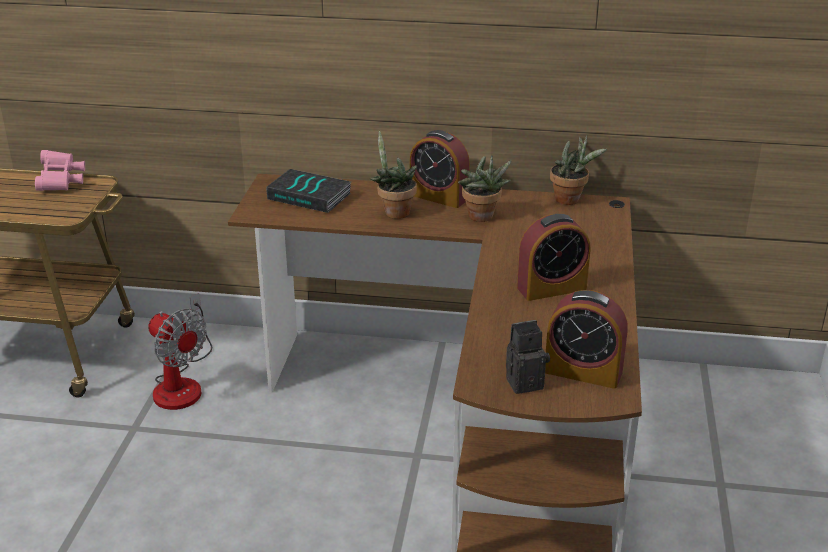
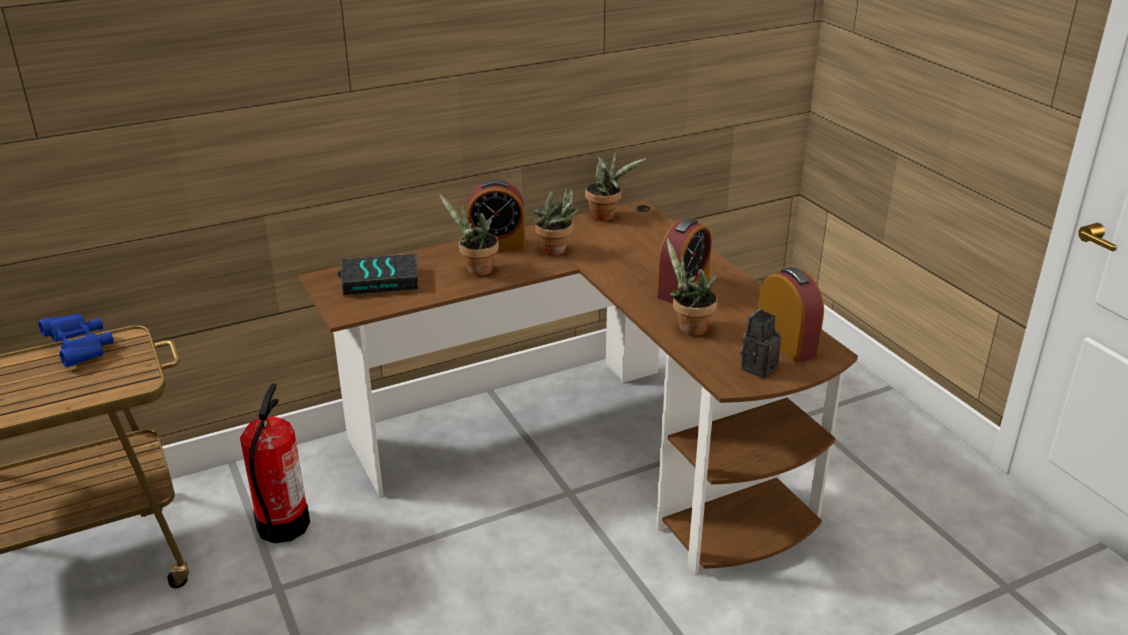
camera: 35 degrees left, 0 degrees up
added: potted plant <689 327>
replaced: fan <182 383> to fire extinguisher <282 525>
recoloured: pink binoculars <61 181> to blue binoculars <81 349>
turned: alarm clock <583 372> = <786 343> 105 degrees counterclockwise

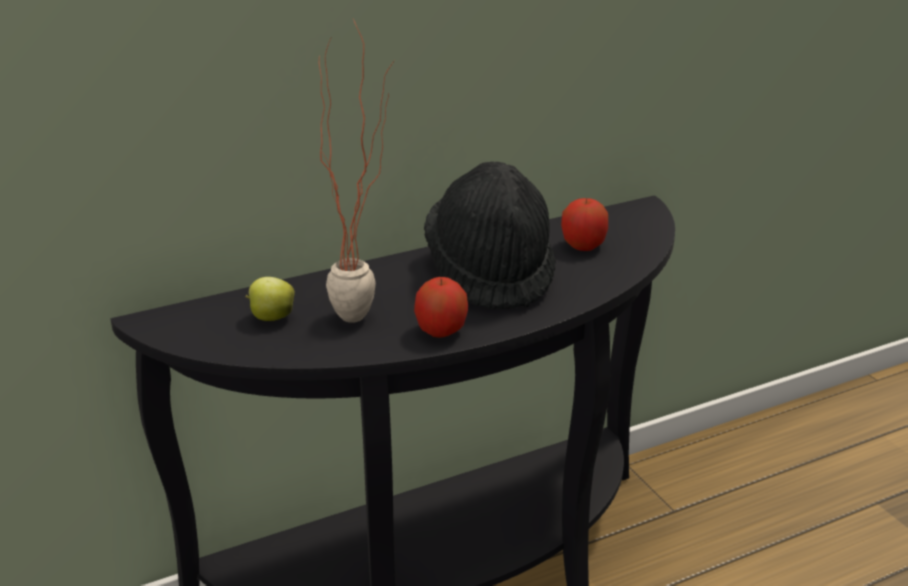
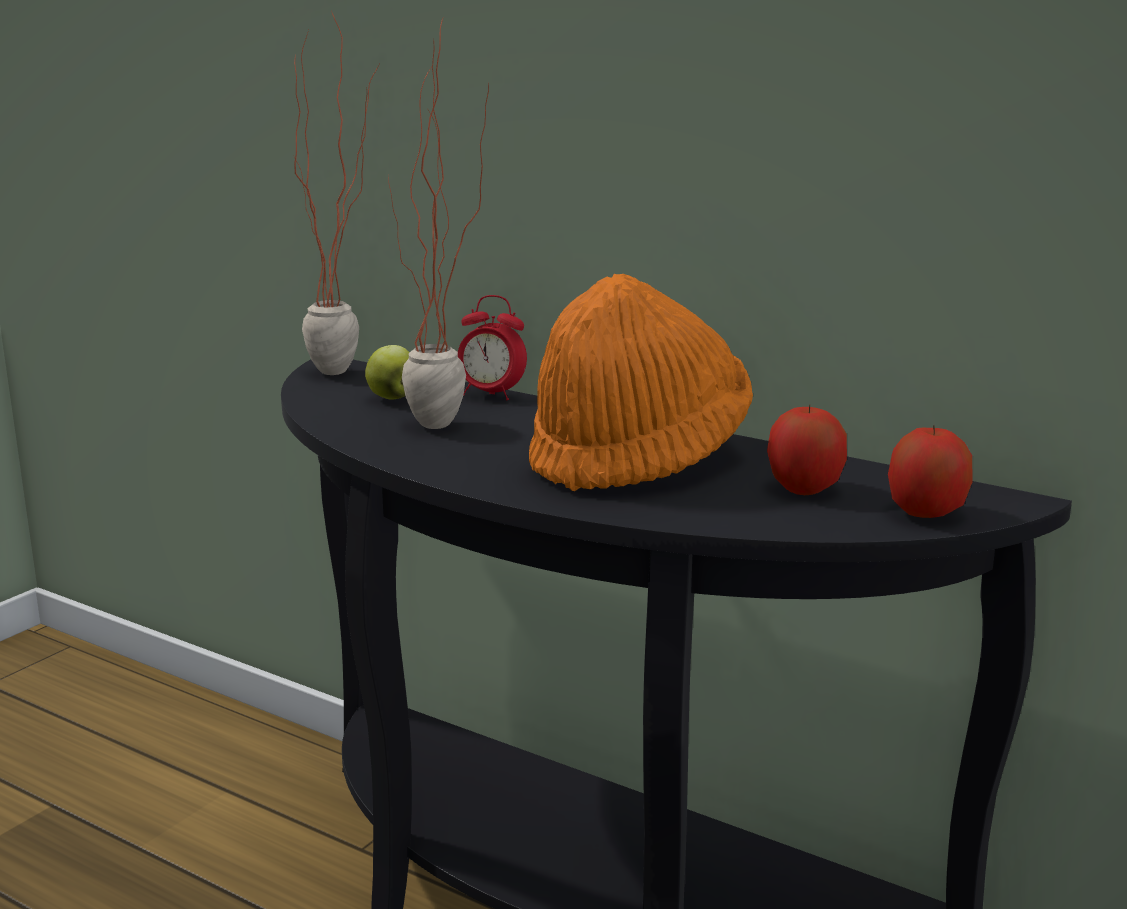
camera: 60 degrees right, 10 degrees down
added: potted plant <351 372>; alarm clock <491 395>
moved: apple <441 331> to <925 512>
recoloured: black hat <490 273> to orange hat <638 458>

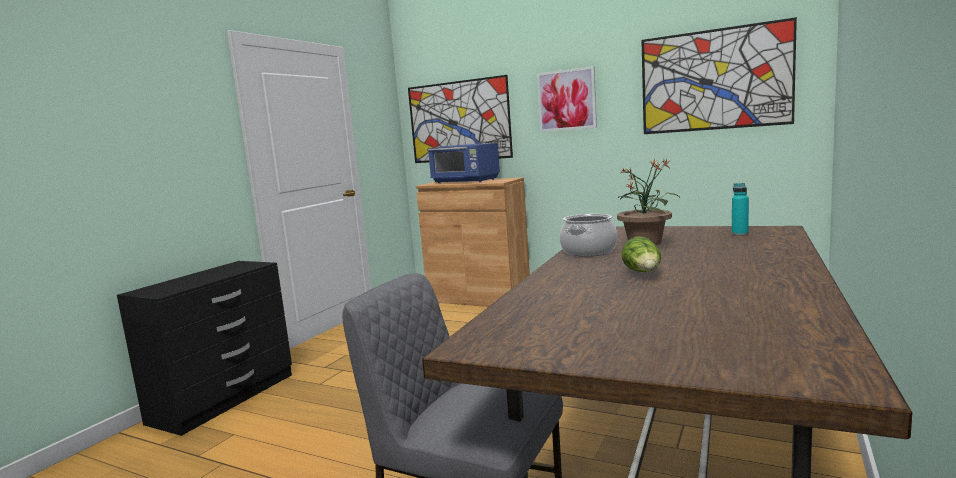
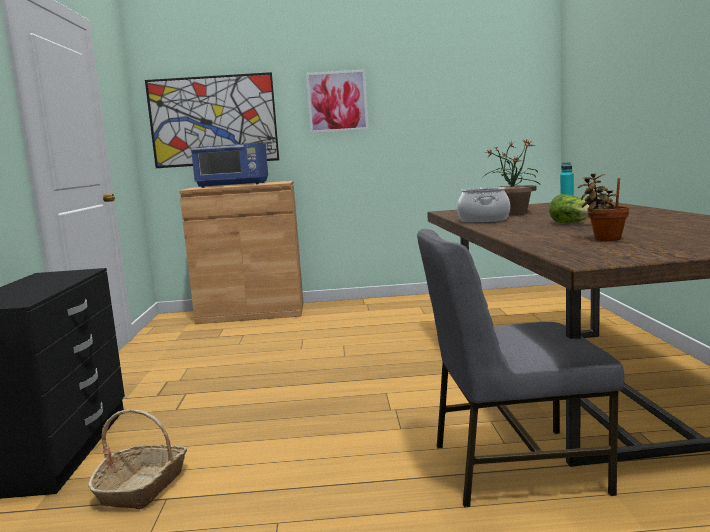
camera: 30 degrees left, 0 degrees up
removed: picture <714 80>
added: potted plant <604 239>; basket <143 486>

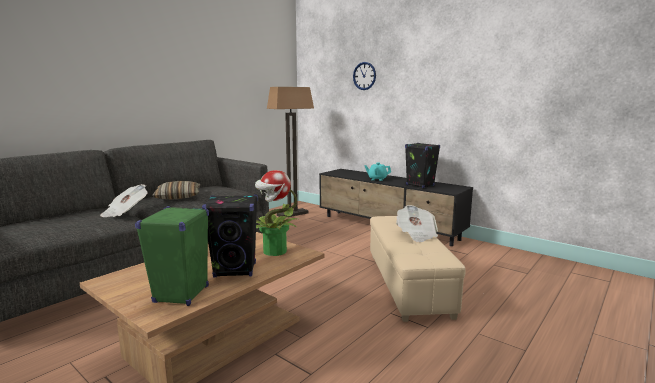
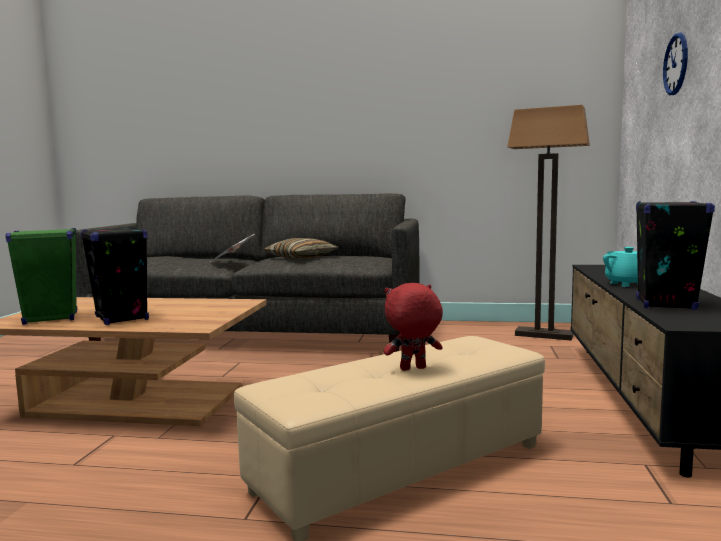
camera: 60 degrees right, 5 degrees down
removed: potted plant <274 251>
replaced: newspaper <416 234> to red plush toy <413 369>

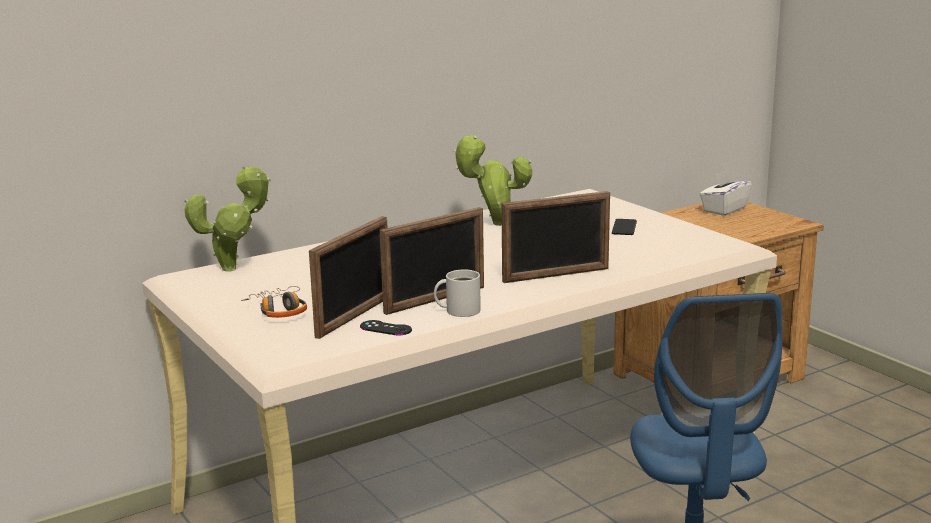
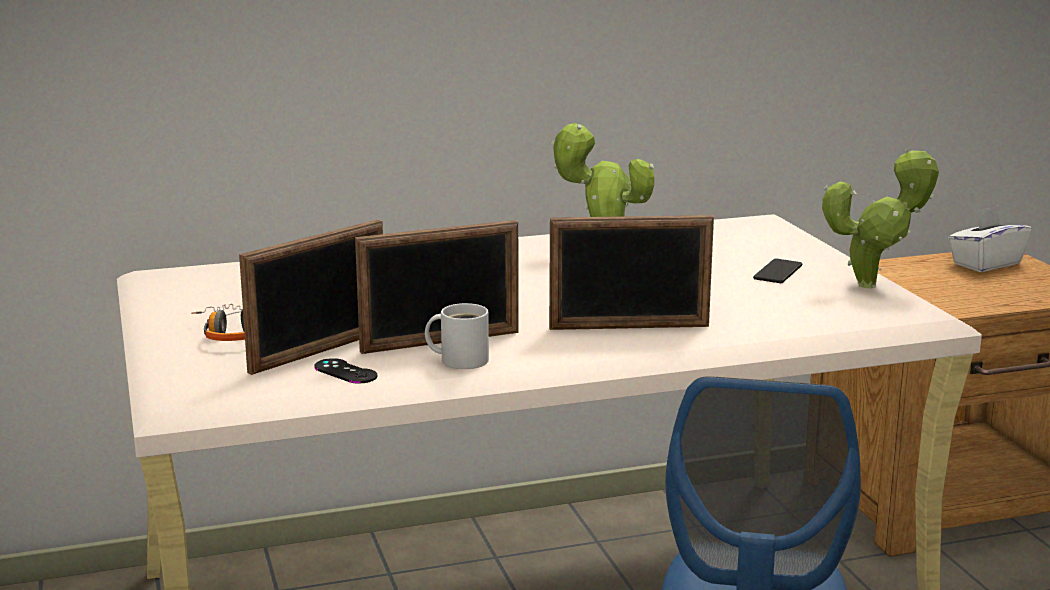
camera: 15 degrees right, 0 degrees up
moved: potted plant <234 268> to <873 284>

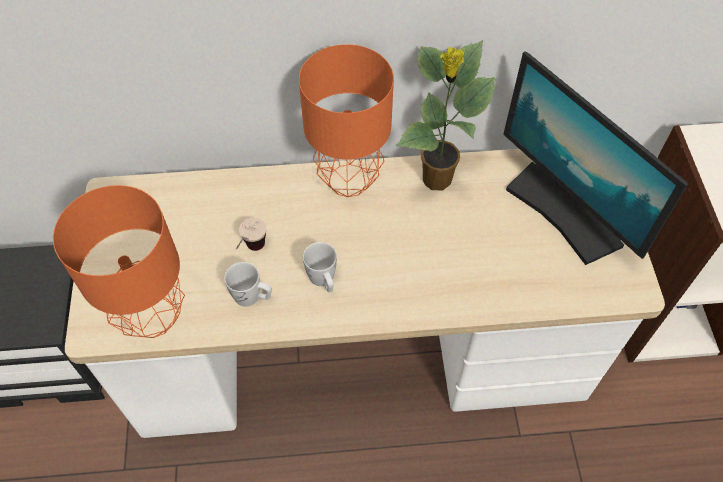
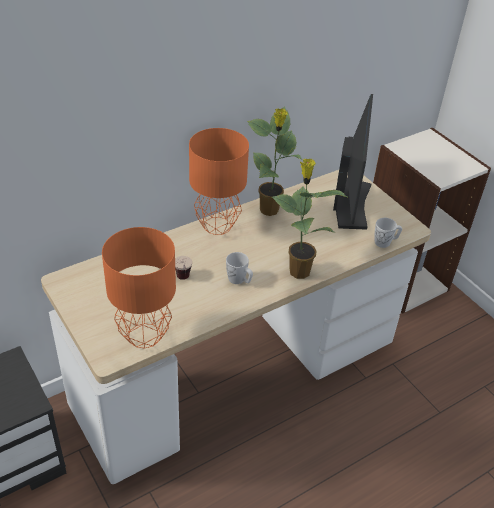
camera: 30 degrees left, 15 degrees down
added: potted plant <298 270>
moved: white mug <252 297> to <385 242>
turned: monitor <565 212> = <351 204> 105 degrees counterclockwise

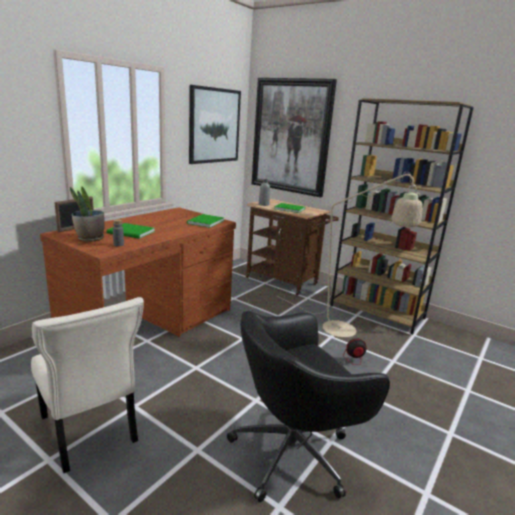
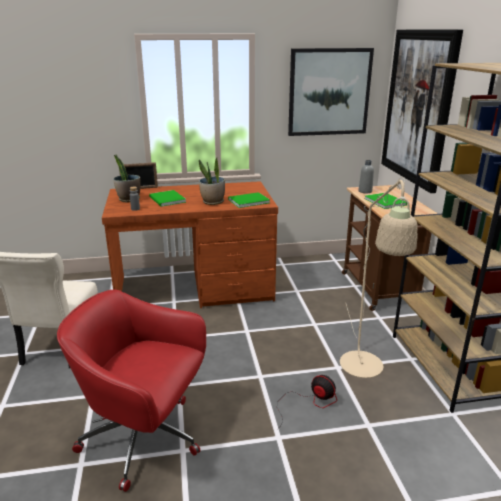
camera: 45 degrees right, 5 degrees up
added: potted plant <213 202>
recoloured: black office chair <294 452> to red office chair <145 438>

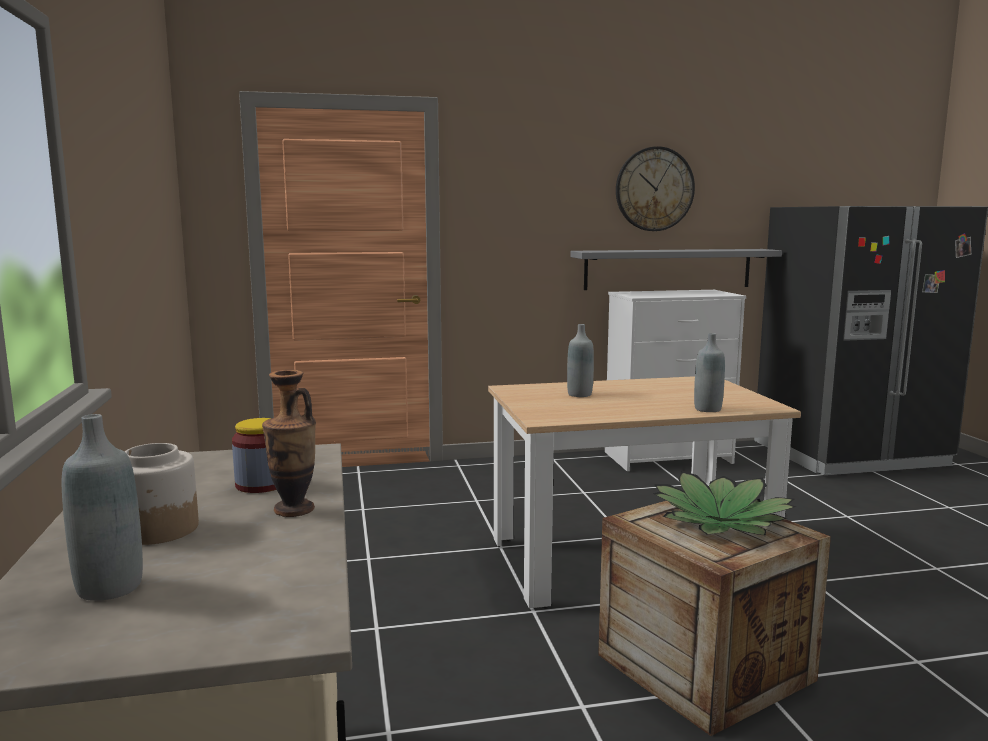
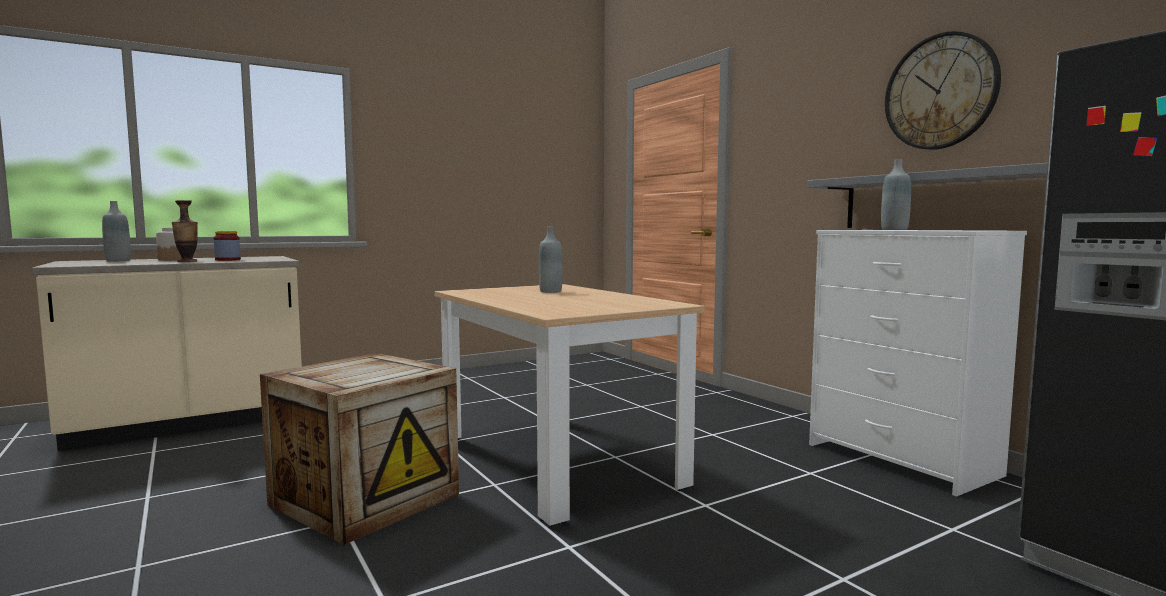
camera: 70 degrees right, 5 degrees down
removed: potted plant <721 521>
moved: grey bottle <707 409> to <894 229>

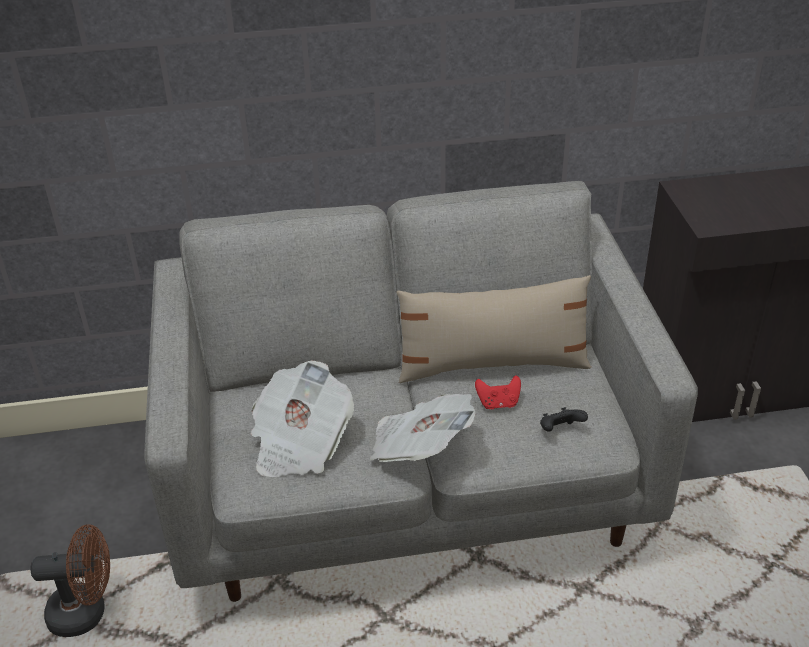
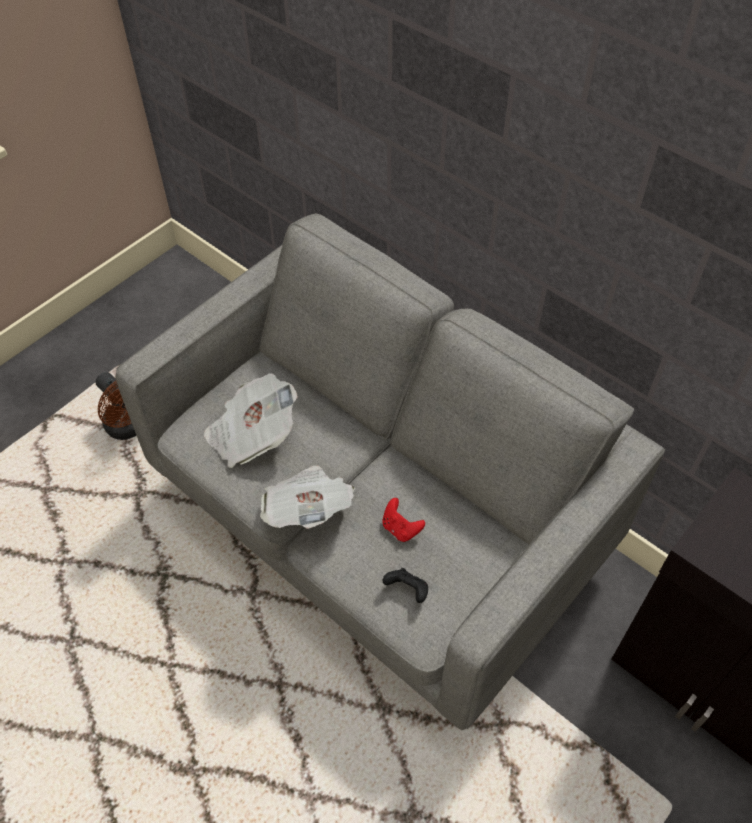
camera: 50 degrees right, 15 degrees up
removed: beige pillow <492 364>

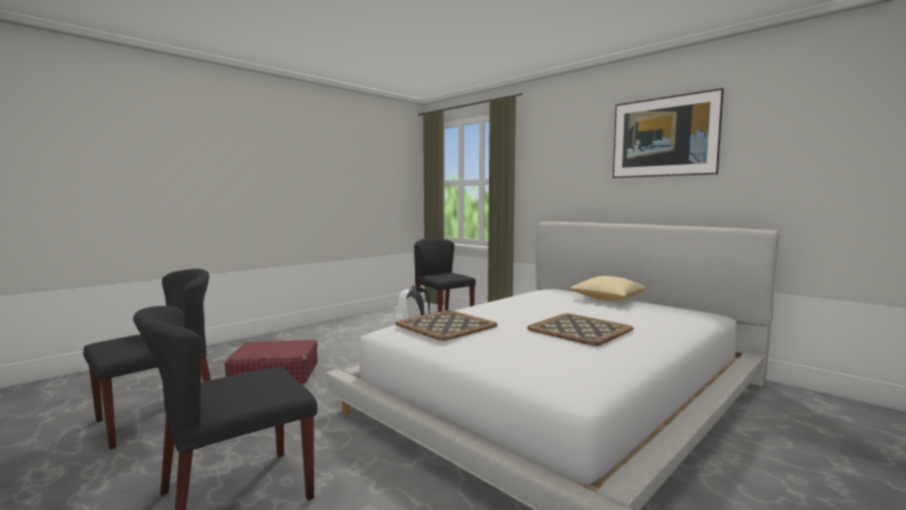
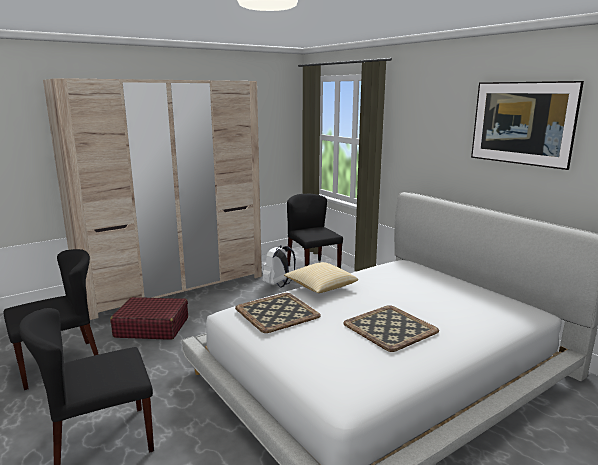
camera: 10 degrees right, 10 degrees up
added: beige wardrobe <174 286>
moved: pillow <607 299> to <320 287>

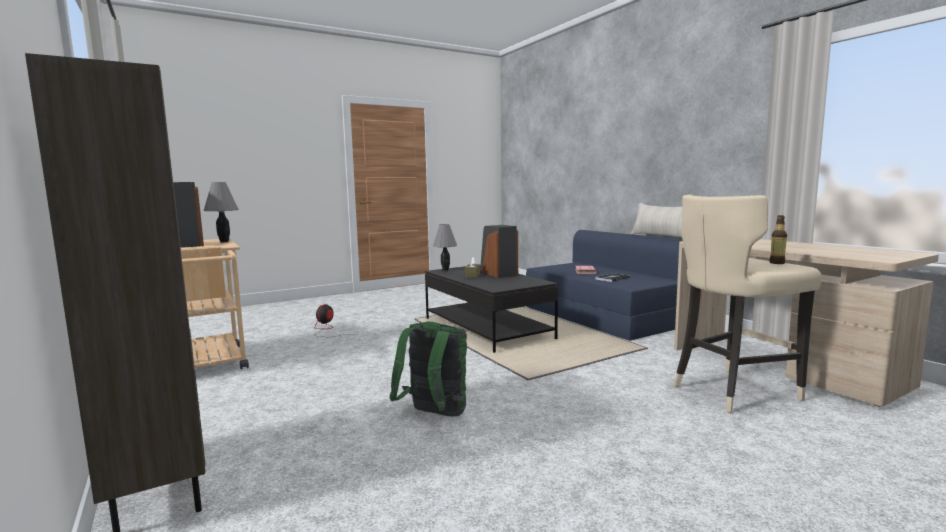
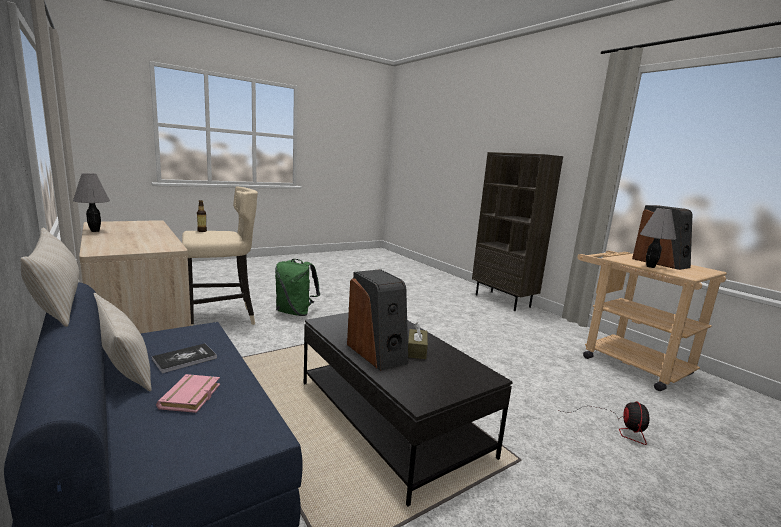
camera: 175 degrees right, 5 degrees up
added: beige pillow <123 365>
moved: grey table lamp <445 270> to <94 231>; green backpack <434 415> to <295 312>

